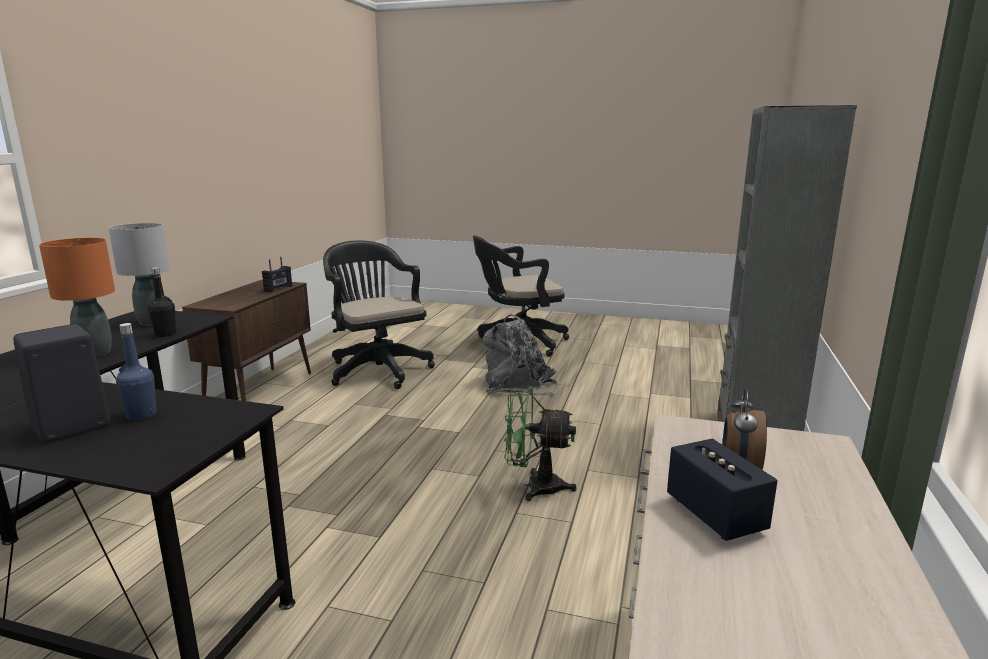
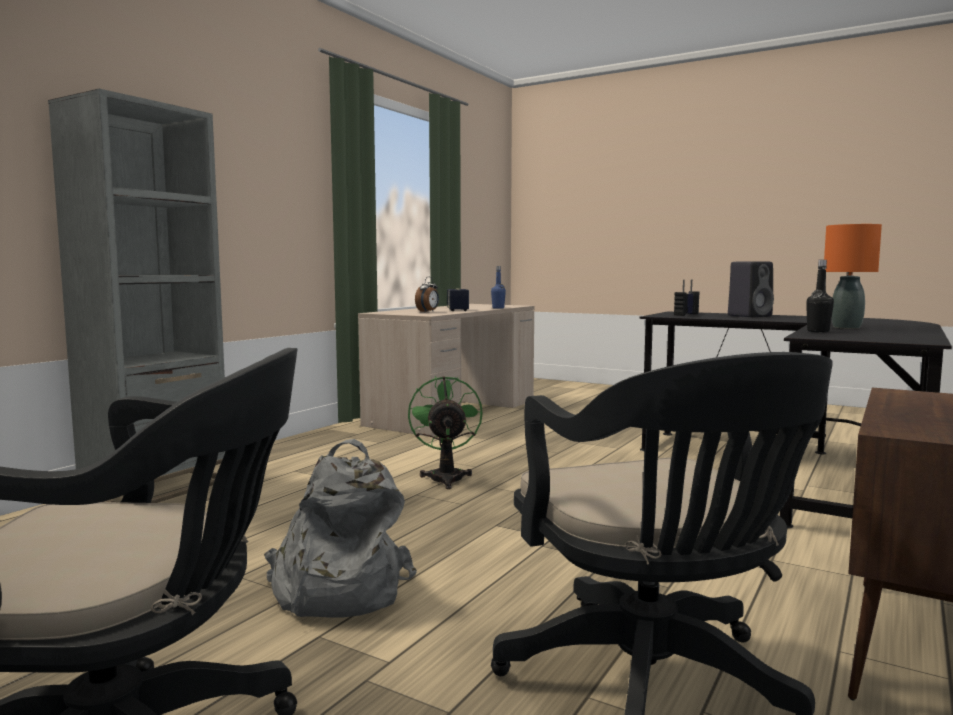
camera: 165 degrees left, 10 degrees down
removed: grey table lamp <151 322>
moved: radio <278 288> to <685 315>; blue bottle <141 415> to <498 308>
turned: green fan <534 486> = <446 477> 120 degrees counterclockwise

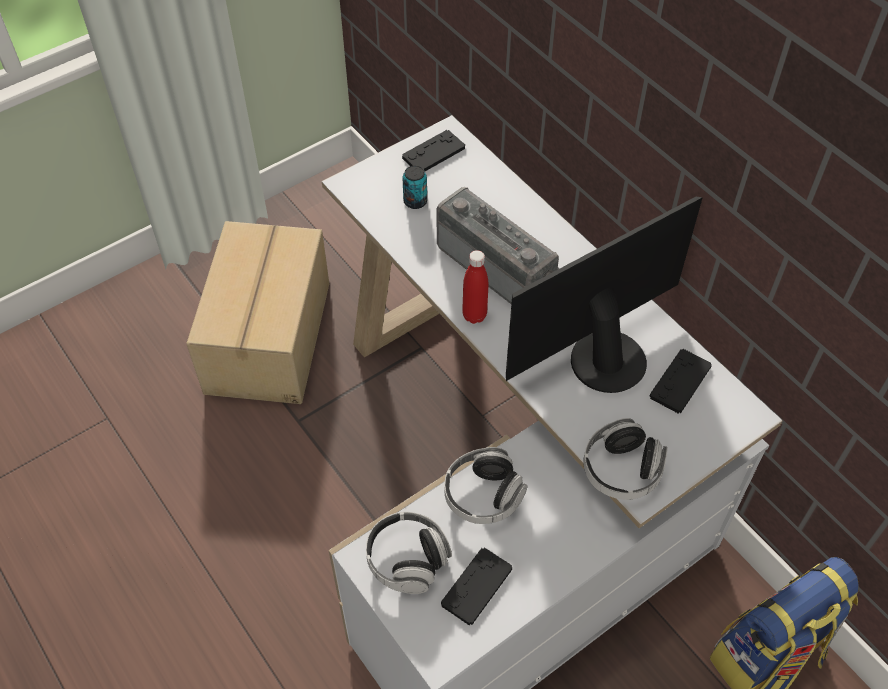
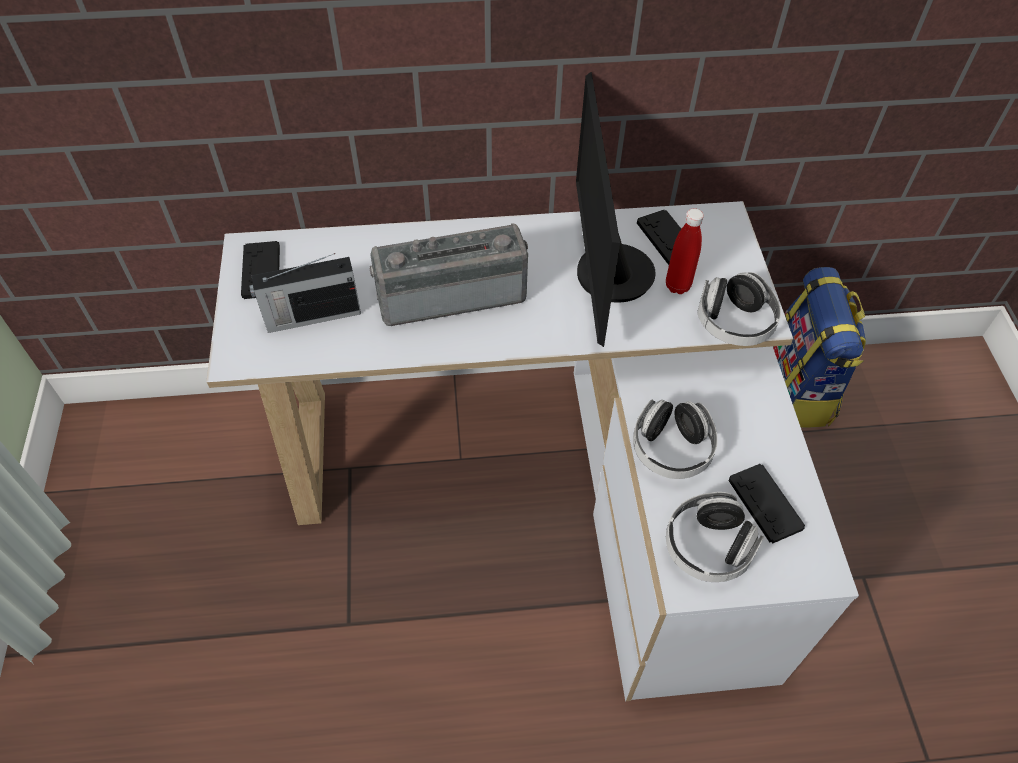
camera: 60 degrees left, 0 degrees up
removed: cardboard box <270 336>
moved: red bottle <474 315> to <677 286>
replaced: can <415 201> to radio <311 316>

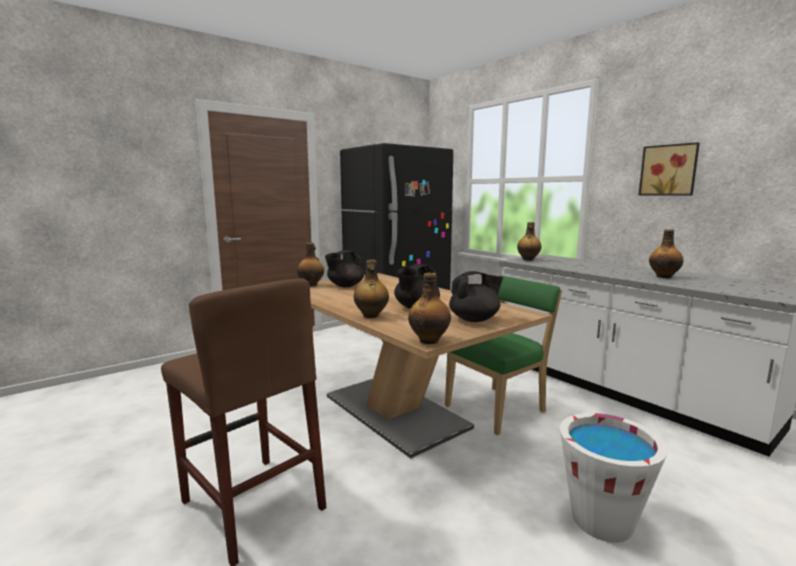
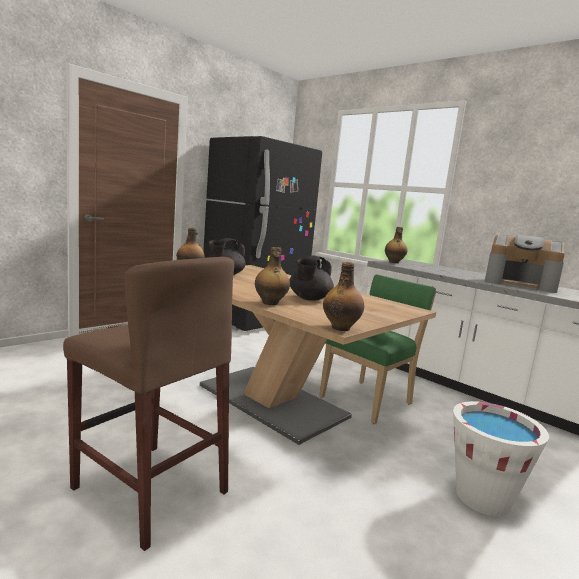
camera: 10 degrees left, 0 degrees up
removed: picture <669 170>; black teapot <475 320>
replaced: bottle <664 277> to coffee machine <520 285>

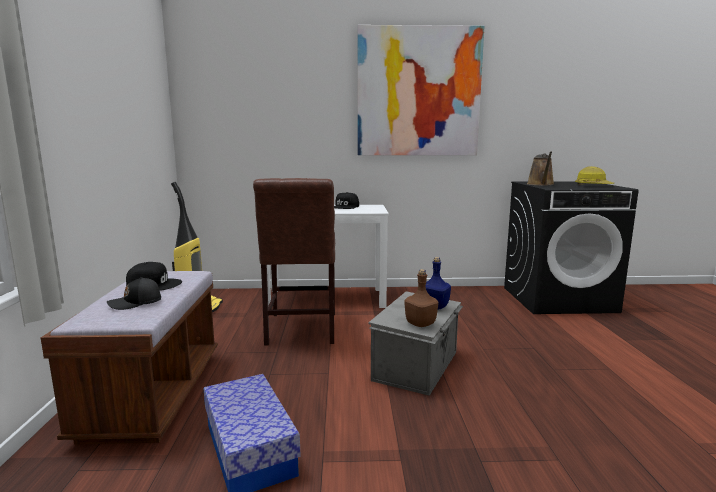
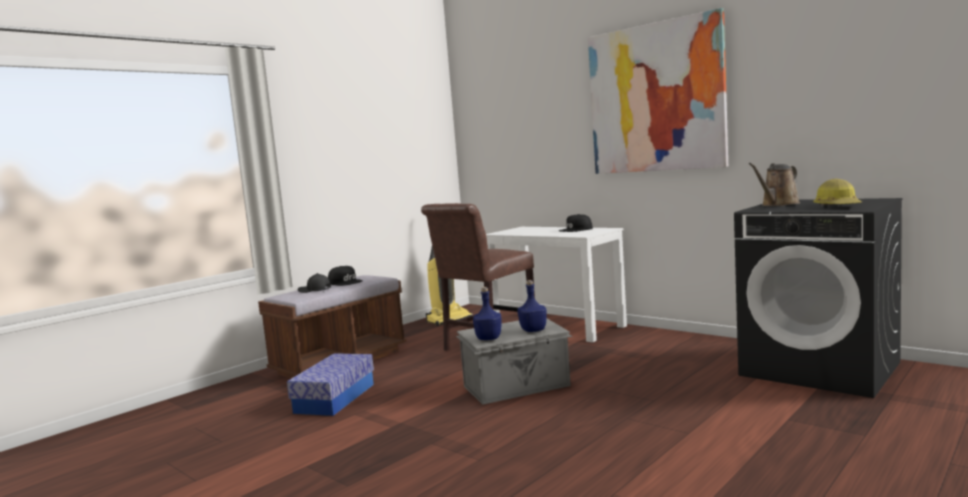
camera: 45 degrees right, 5 degrees down
recoloured: brown bottle <420 323> to blue bottle <488 338>

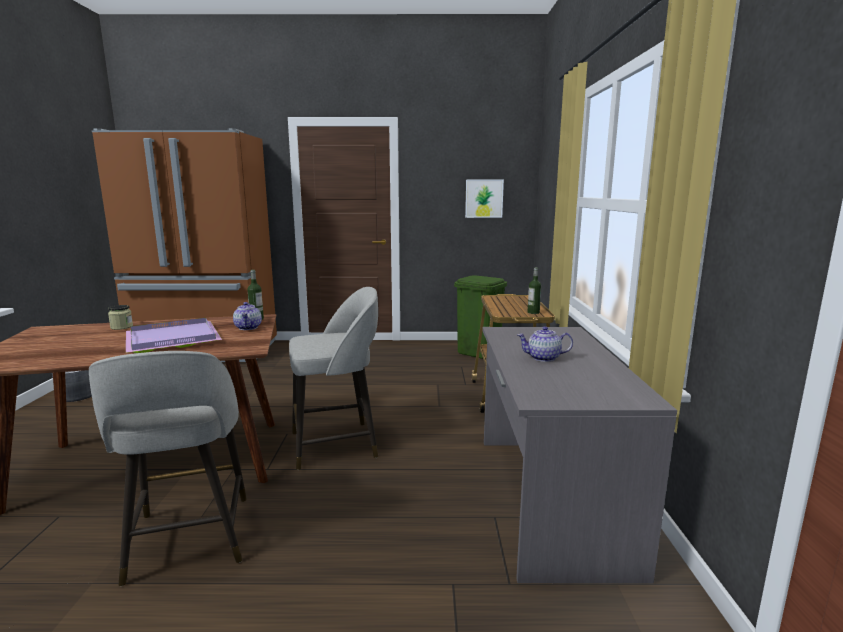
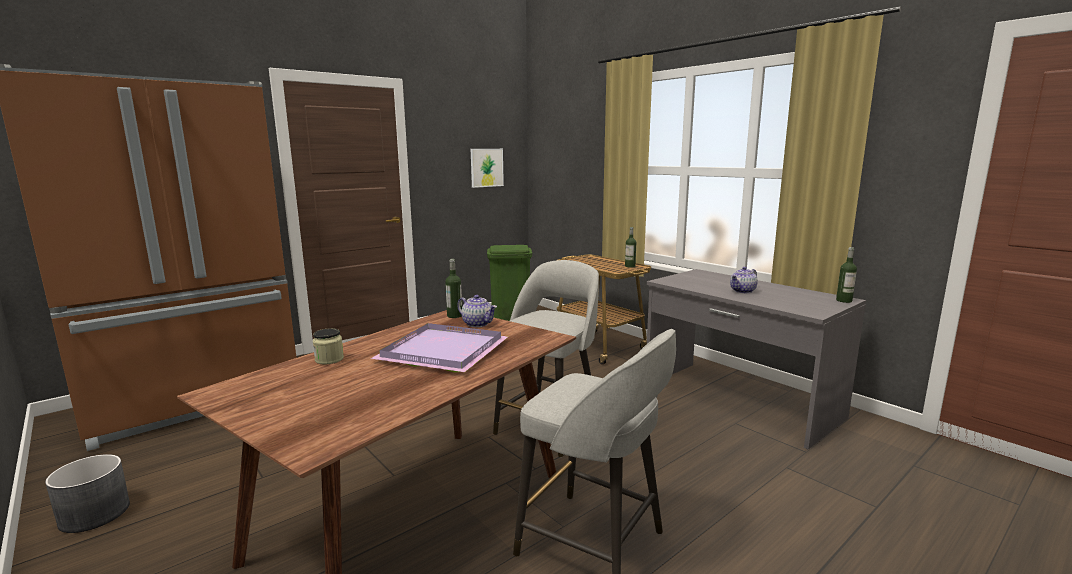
camera: 40 degrees left, 0 degrees up
added: bottle <844 300>

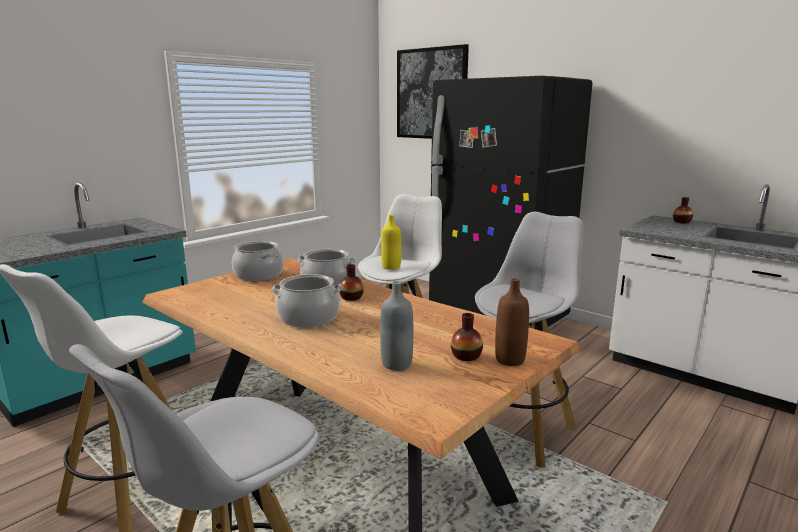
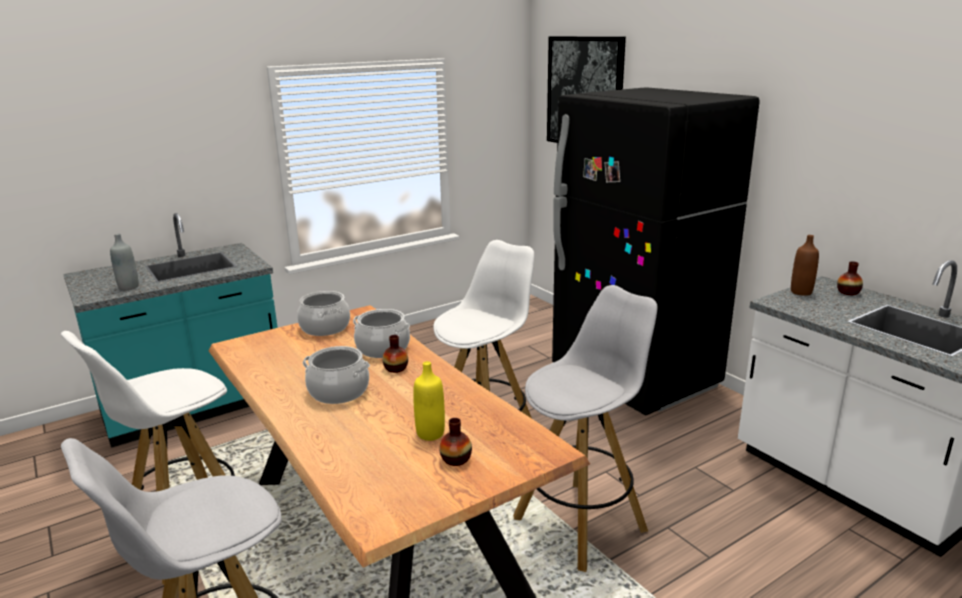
camera: 15 degrees right, 5 degrees up
moved: yellow bottle <391 267> to <430 433>; brown bottle <510 360> to <801 292>; grey bottle <396 364> to <128 287>

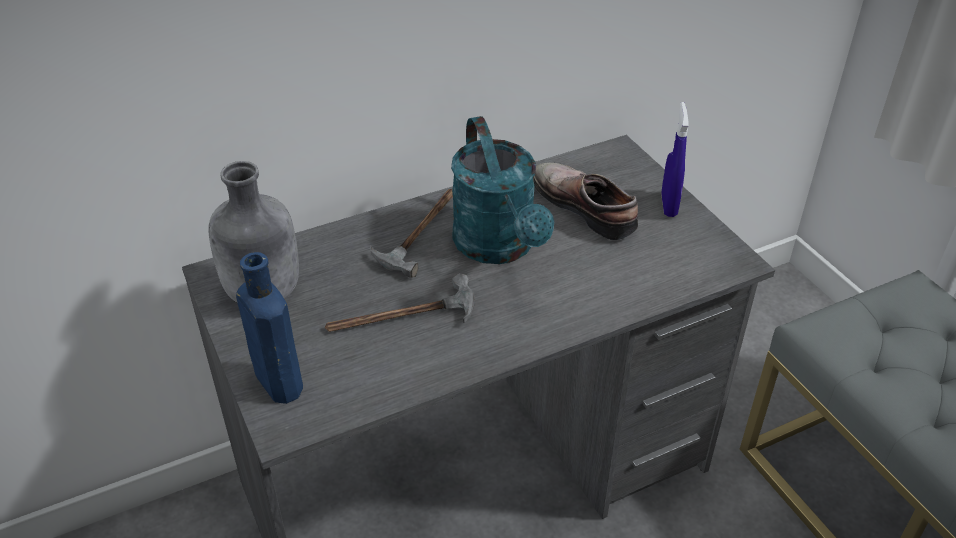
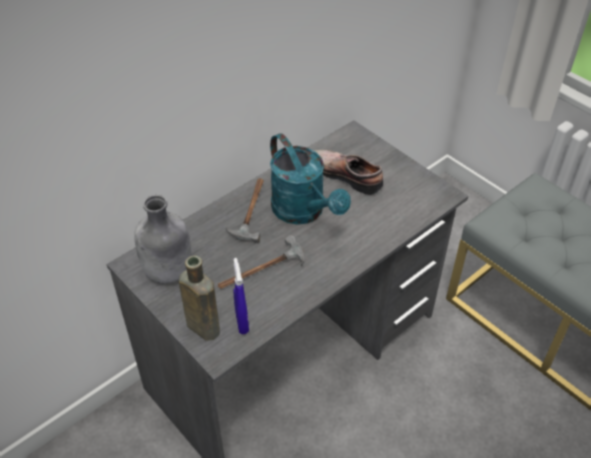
camera: 15 degrees left, 5 degrees up
moved: blue spray bottle <669 205> to <242 322>
recoloured: blue bottle <277 380> to brown bottle <201 326>

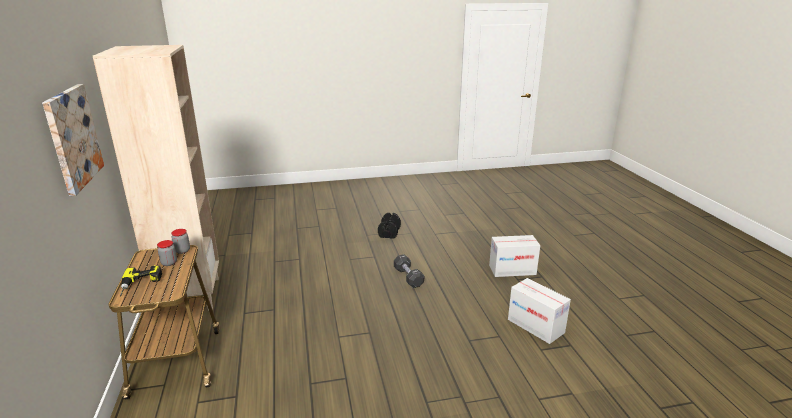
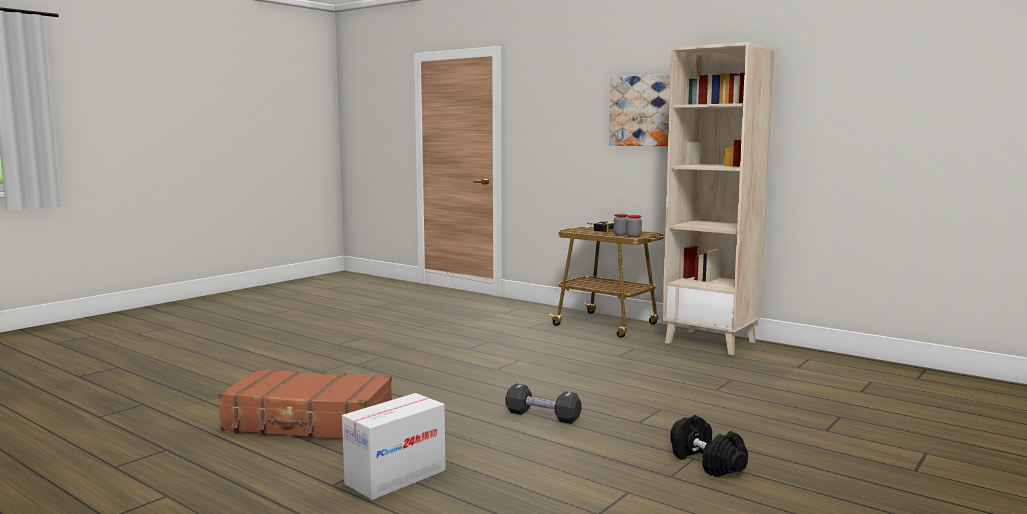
camera: 140 degrees right, 15 degrees down
replaced: cardboard box <535 326> to brown suitcase <309 422>

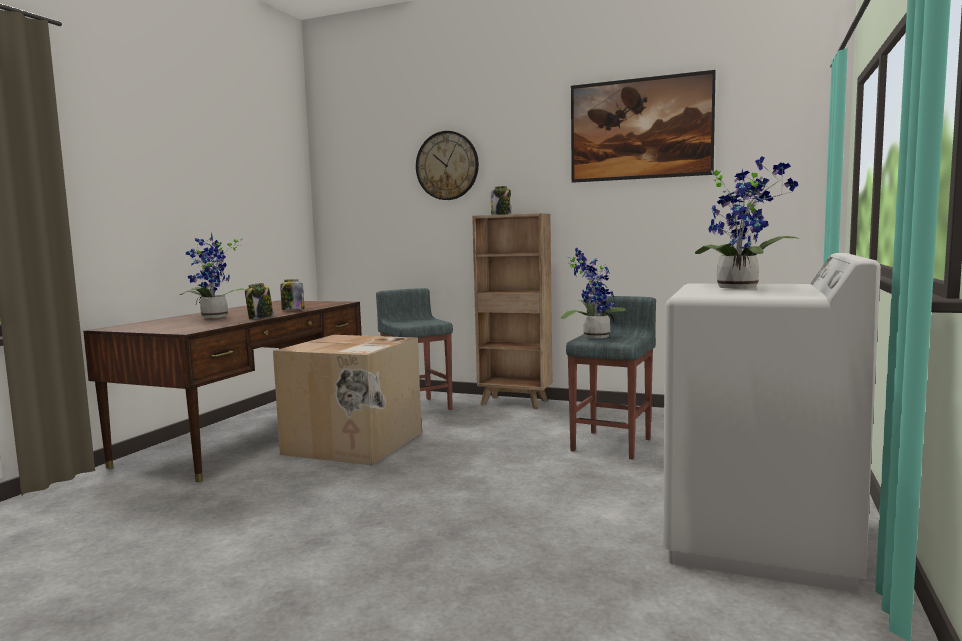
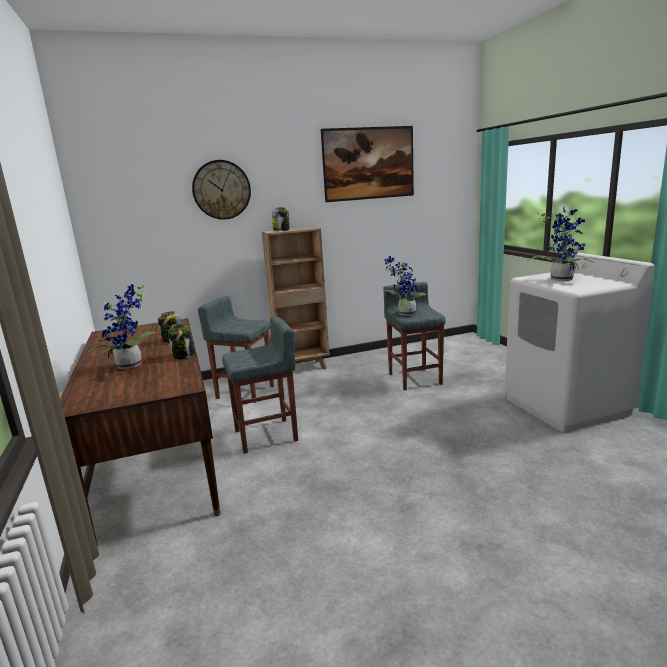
camera: 40 degrees left, 10 degrees up
replaced: cardboard box <354 444> to grey stool <267 435>

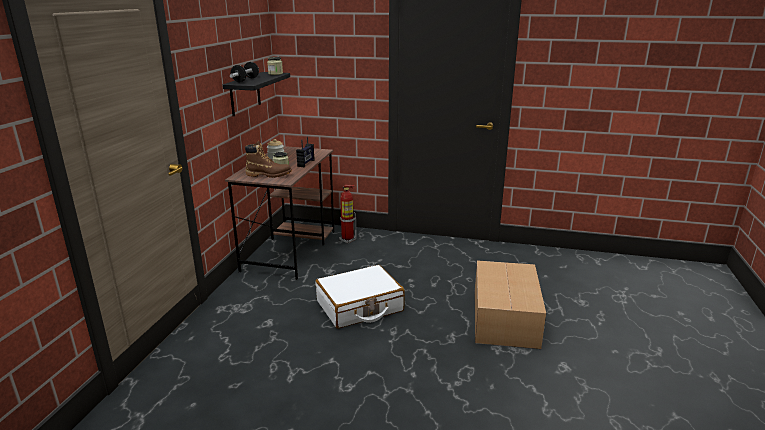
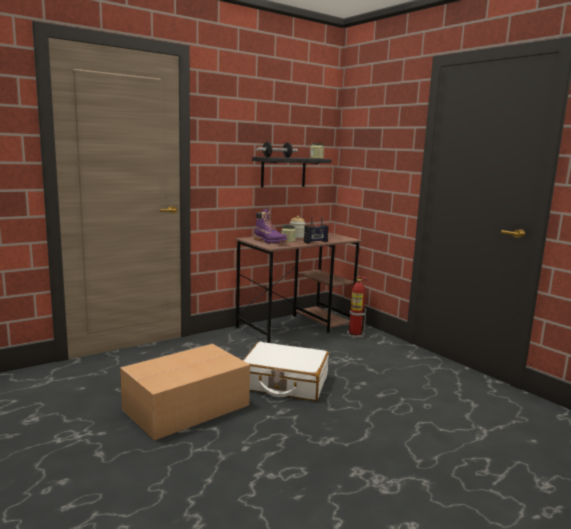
camera: 40 degrees right, 10 degrees down
moved: cardboard box <505 317> to <188 407>
recoloured: brown boot <269 175> to purple boot <270 241>

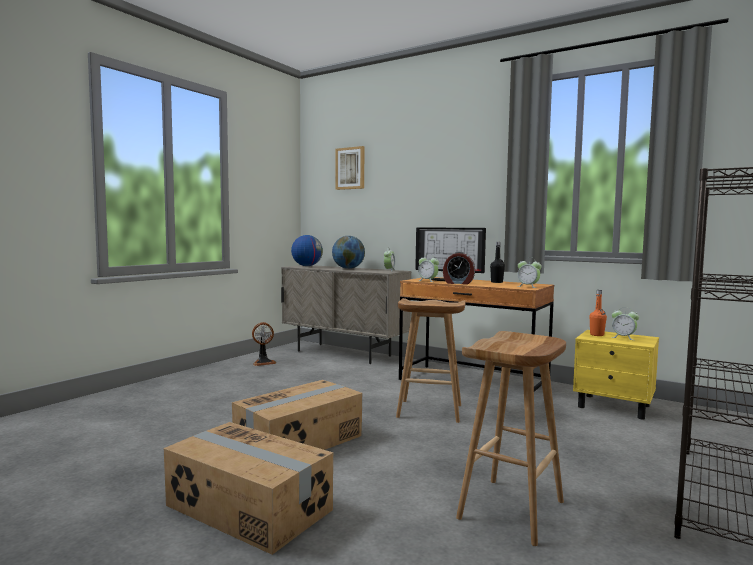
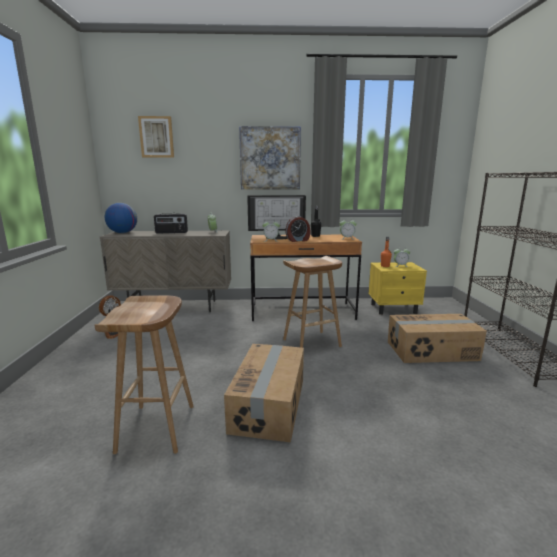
camera: 35 degrees left, 10 degrees up
added: picture <270 158>
moved: brown stool <512 510> to <157 428>; cardboard box <248 508> to <432 351>
replaced: globe <348 268> to radio <171 232>

